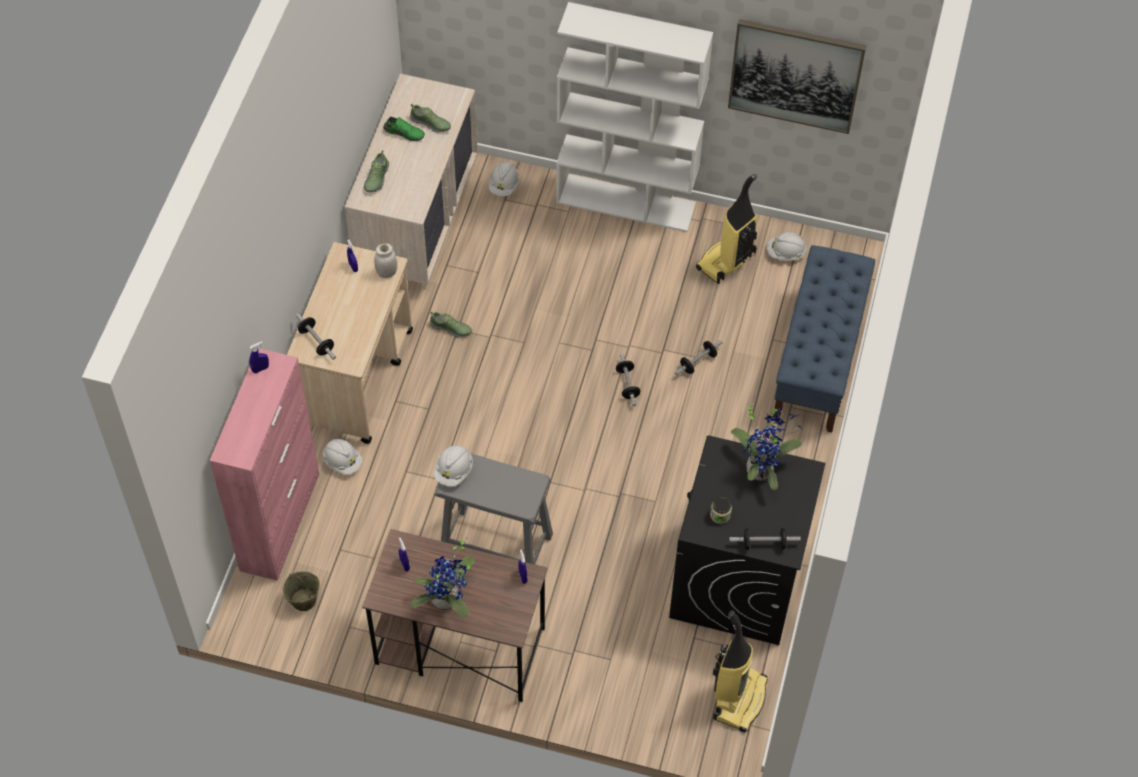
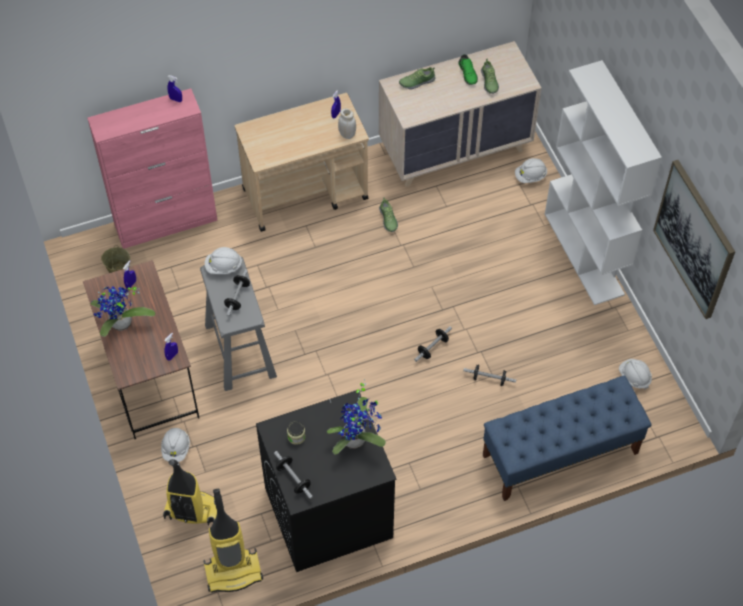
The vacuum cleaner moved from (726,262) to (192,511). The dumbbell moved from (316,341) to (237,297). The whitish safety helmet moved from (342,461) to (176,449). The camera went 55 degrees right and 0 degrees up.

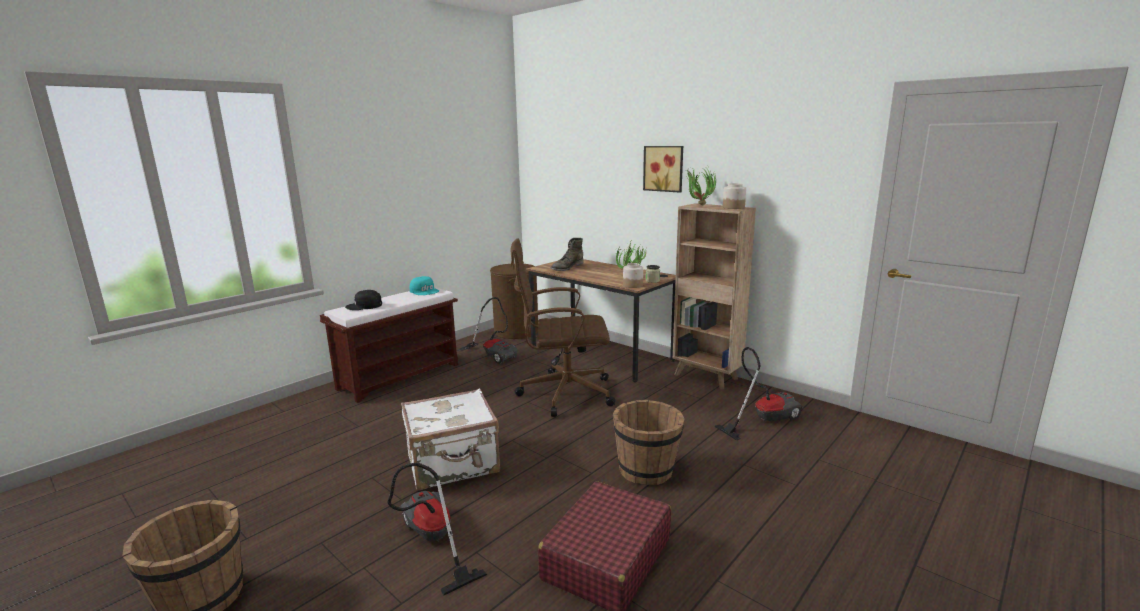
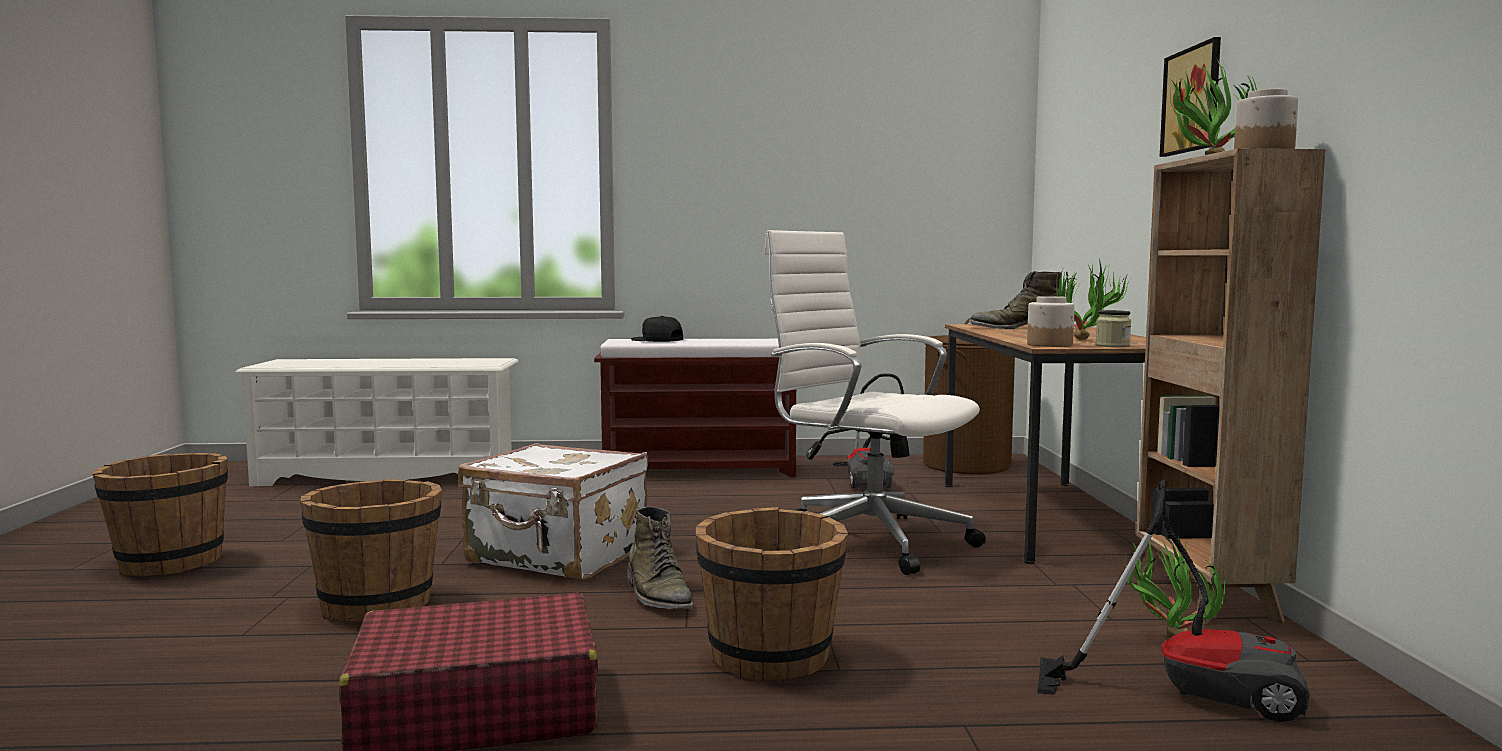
The brown-coloured desk chair at (563,393) became the whitish desk chair at (867,540). The turquoise-coloured baseball cap at (424,291) disappeared. The vacuum cleaner at (431,541) was replaced by the brown-coloured bucket at (377,605). The whitish shoe shelf at (389,475) appeared. The green-coloured high-top boot at (658,595) appeared. The houseplant at (1166,638) appeared. The camera went 45 degrees right and 10 degrees down.

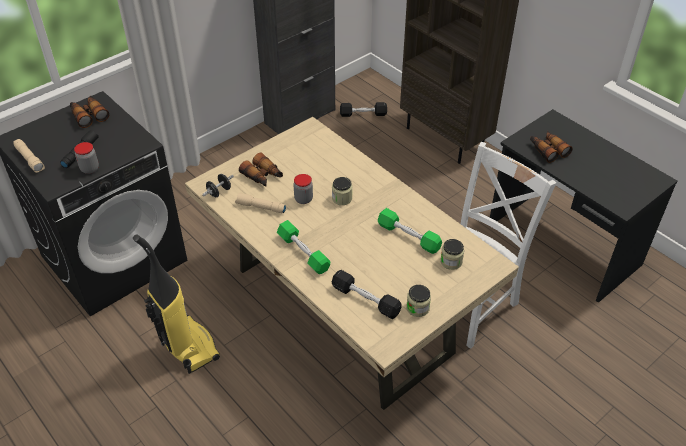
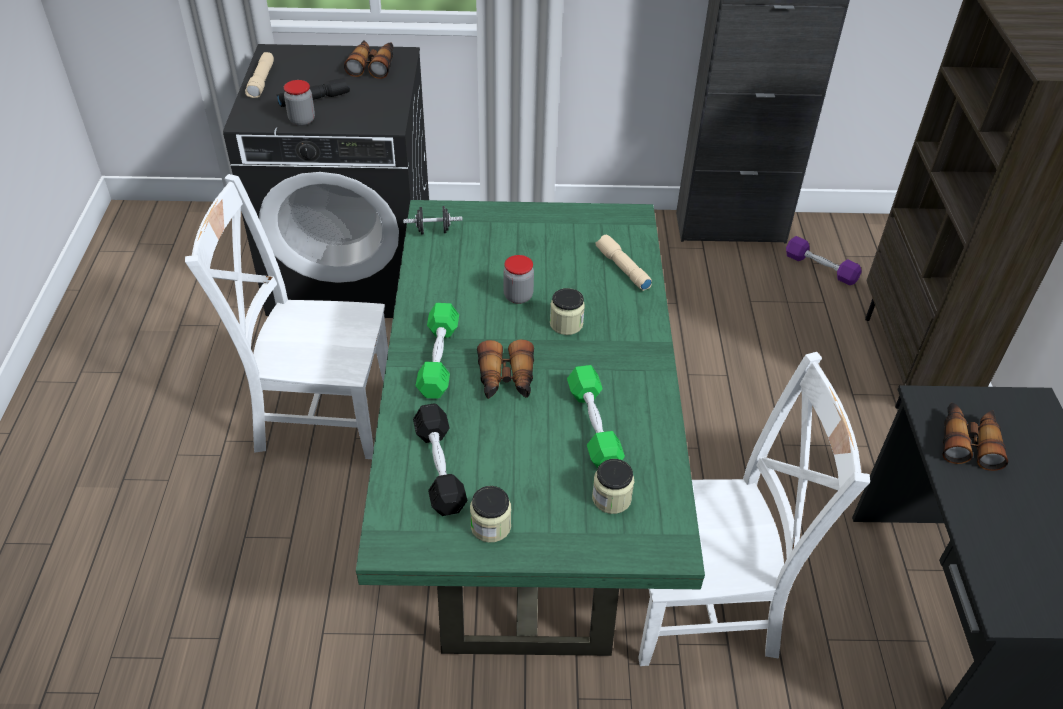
The black-coloured dumbbell at (363,114) became the purple dumbbell at (820,268). The beige kitchen table at (344,311) became the green-coloured kitchen table at (528,496). The pair of binoculars moved from (263,176) to (506,380). The beige hand torch moved from (260,207) to (622,268). The vacuum cleaner at (187,346) was replaced by the whitish upright chair at (318,413). The camera went 40 degrees right and 0 degrees up.

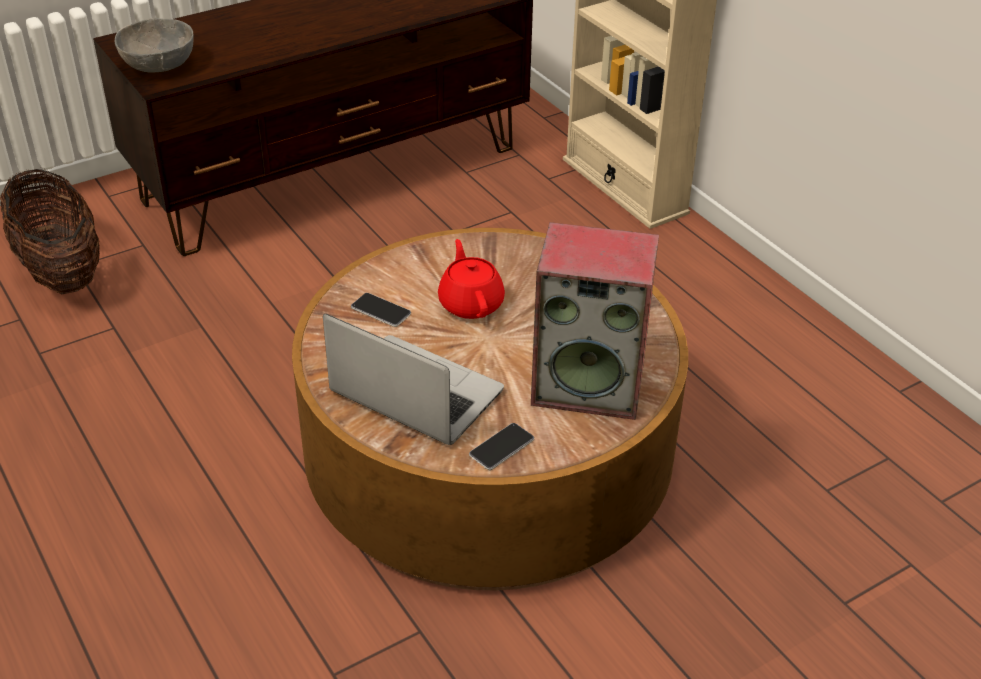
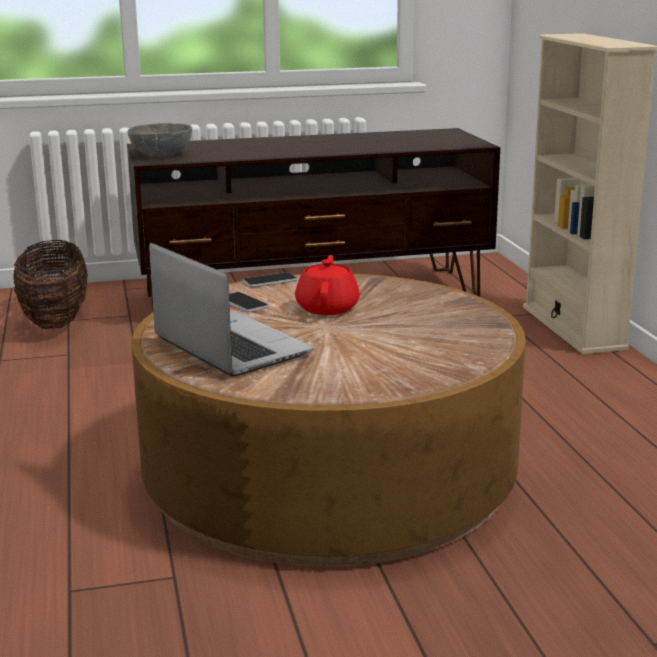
The audio speaker at (589,385) disappeared. The telephone moved from (501,447) to (269,281). The camera went 20 degrees right and 20 degrees down.

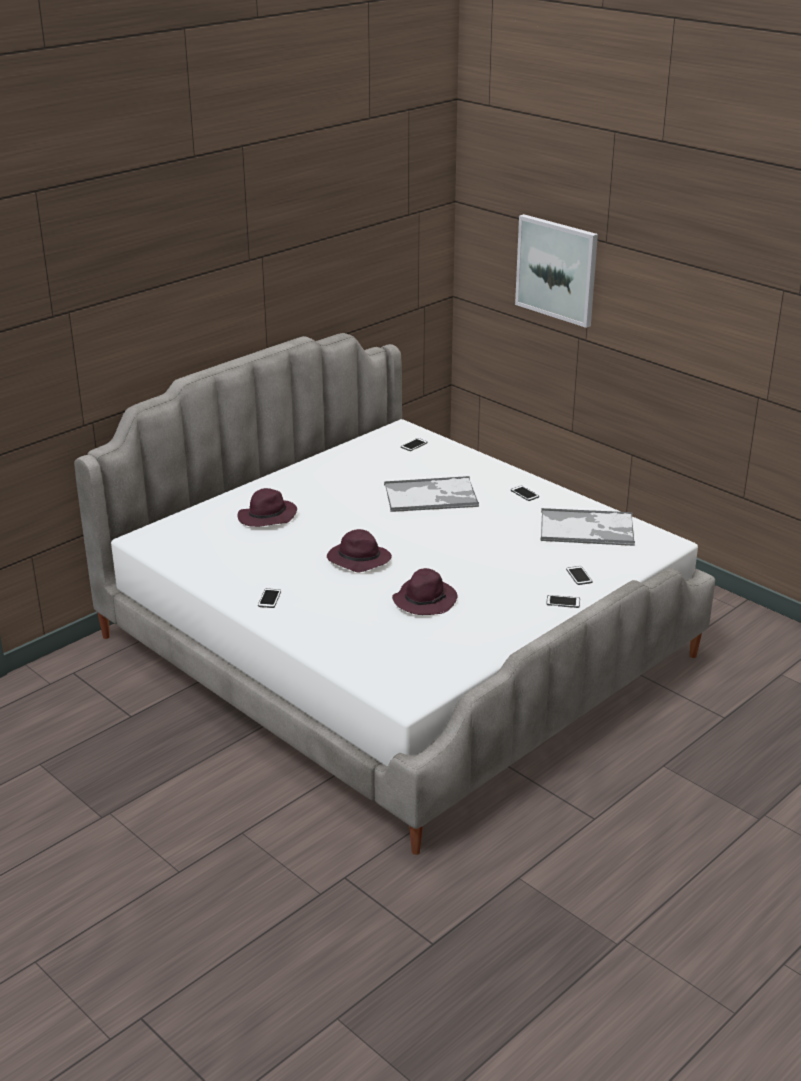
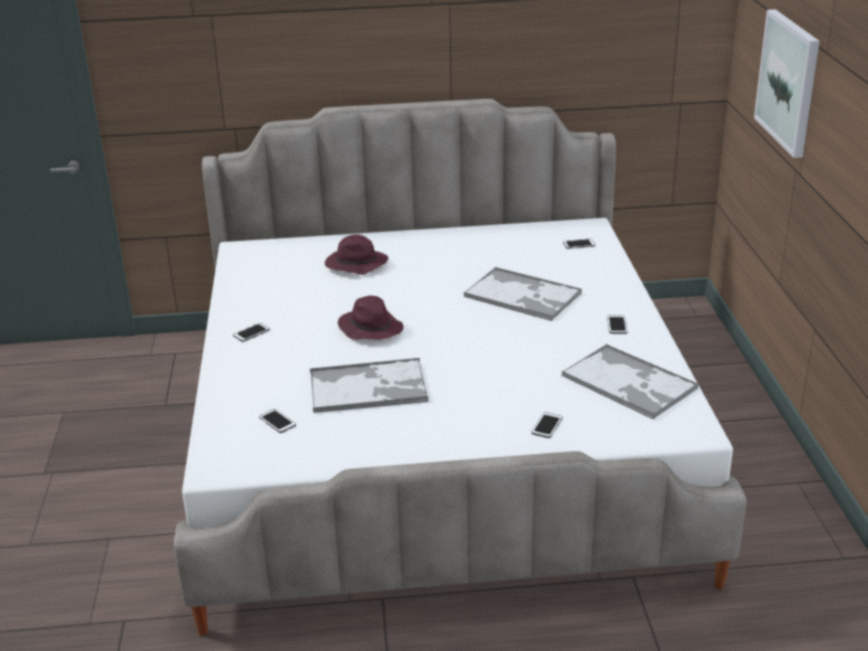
The purple hat at (425,600) was replaced by the carrying tray at (369,387). The telephone moved from (563,602) to (277,421). The camera went 40 degrees right and 0 degrees up.

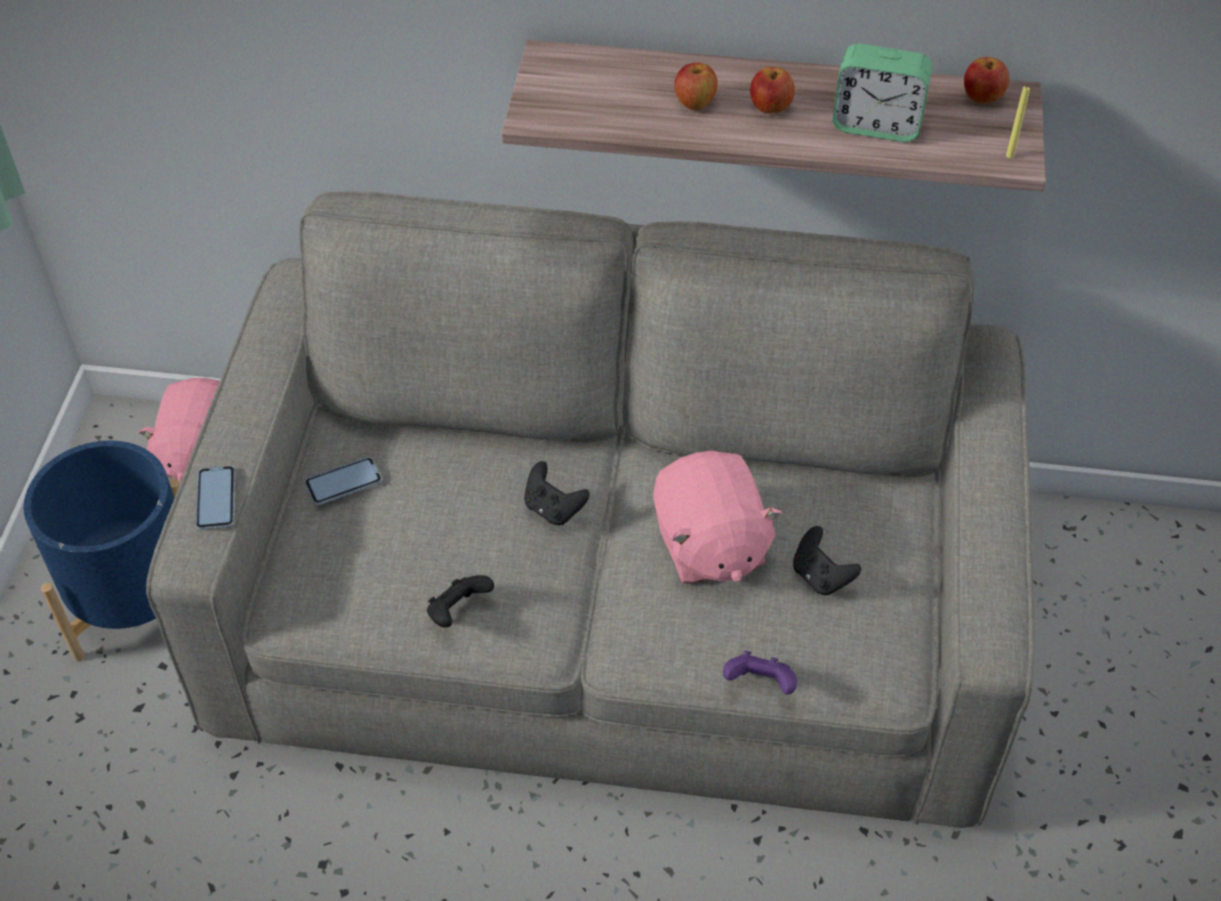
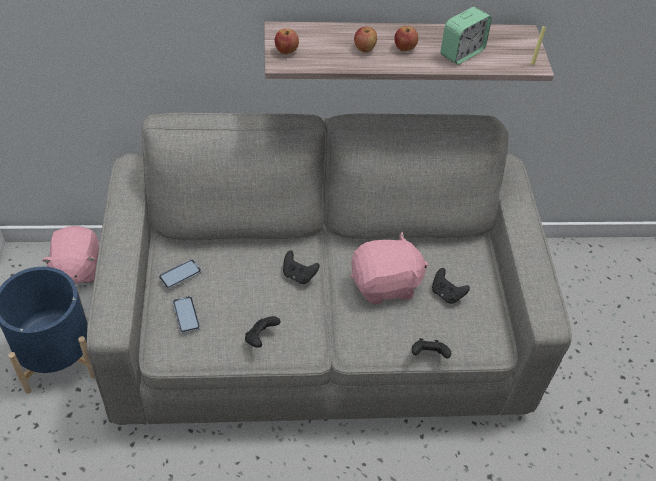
The table clock at (876,125) turned 45 degrees counterclockwise. The whole apple moved from (982,98) to (286,51). The pink plush toy at (709,545) turned 75 degrees counterclockwise. The telephone moved from (216,499) to (186,315). The purple game controller at (760,684) became the black-coloured game controller at (428,355). The camera went 15 degrees left and 0 degrees up.

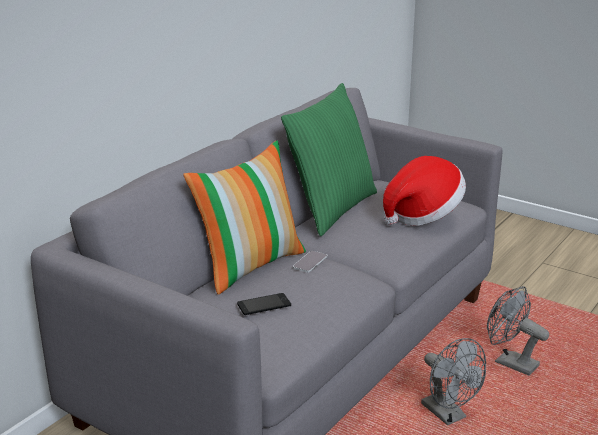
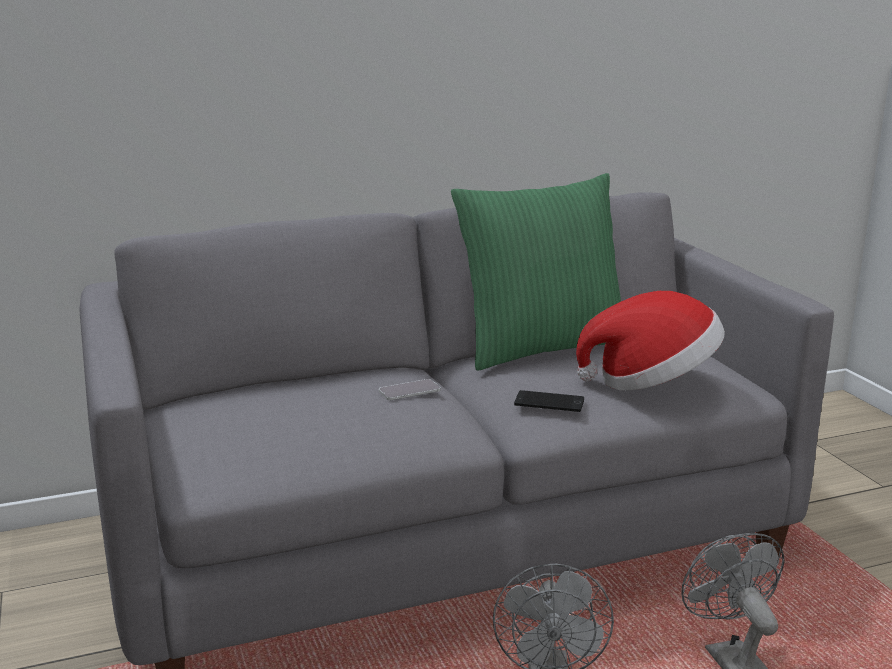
The cushion at (250,265) disappeared. The telephone moved from (264,305) to (549,402). The camera went 35 degrees right and 5 degrees down.

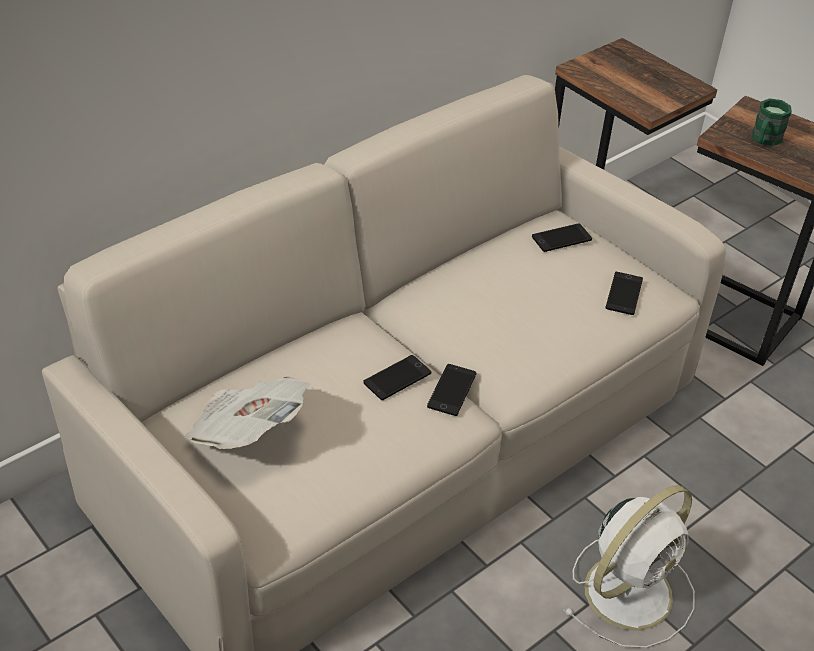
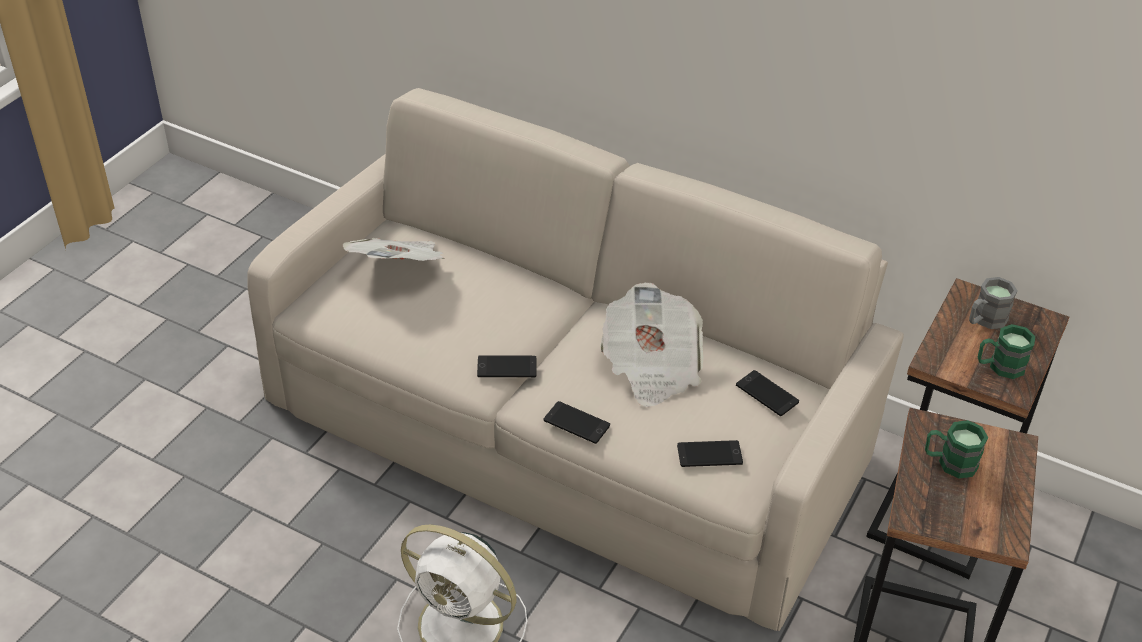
The telephone moved from (397,378) to (576,423). The gray mug at (984,320) appeared. The daily paper at (651,367) appeared. The green-coloured mug at (999,366) appeared. The camera went 70 degrees right and 0 degrees up.

